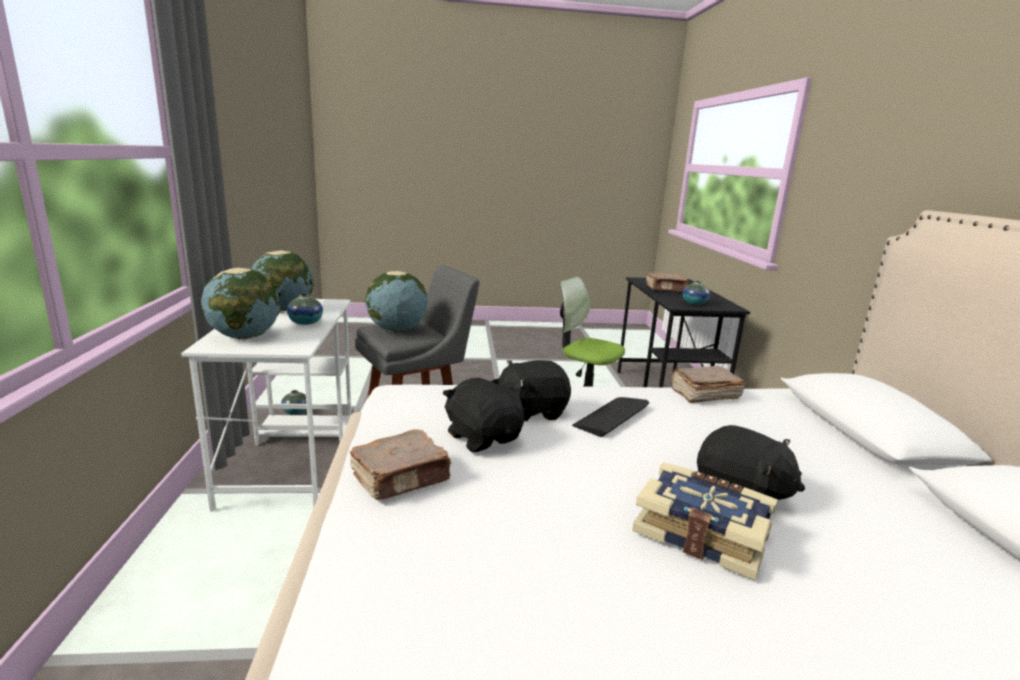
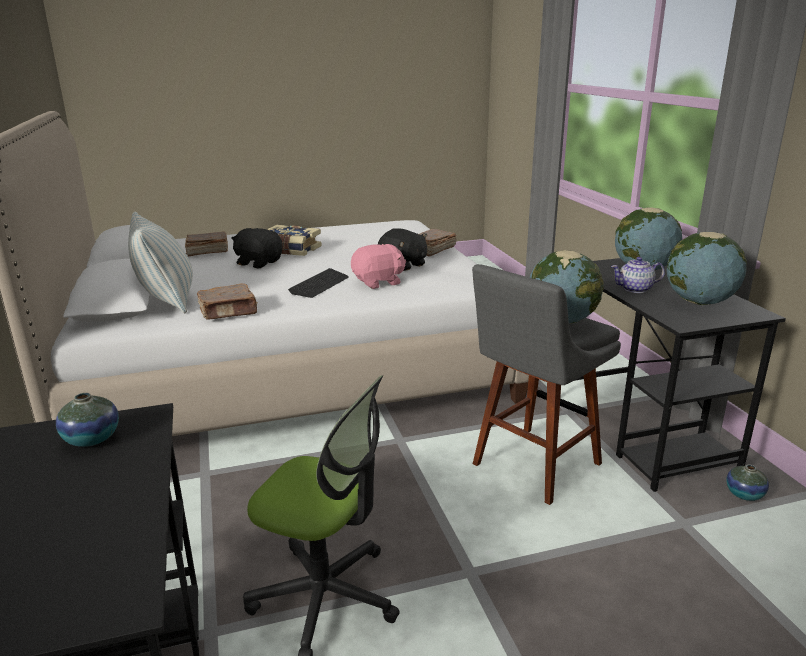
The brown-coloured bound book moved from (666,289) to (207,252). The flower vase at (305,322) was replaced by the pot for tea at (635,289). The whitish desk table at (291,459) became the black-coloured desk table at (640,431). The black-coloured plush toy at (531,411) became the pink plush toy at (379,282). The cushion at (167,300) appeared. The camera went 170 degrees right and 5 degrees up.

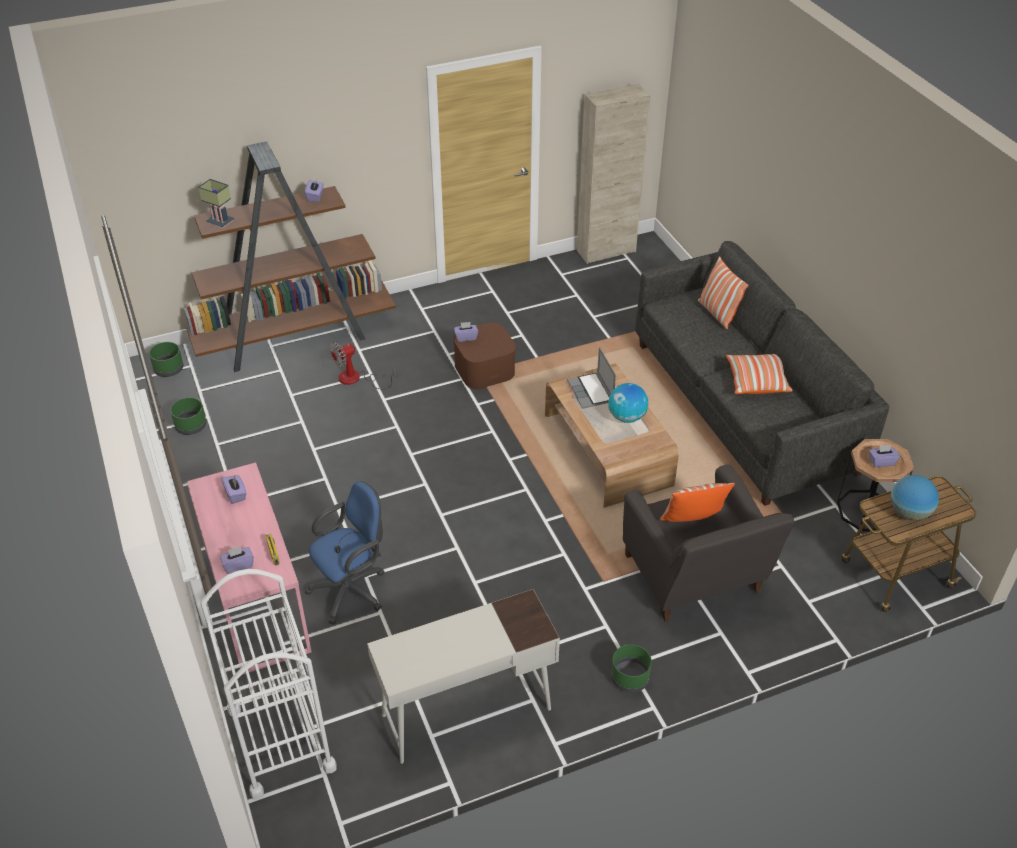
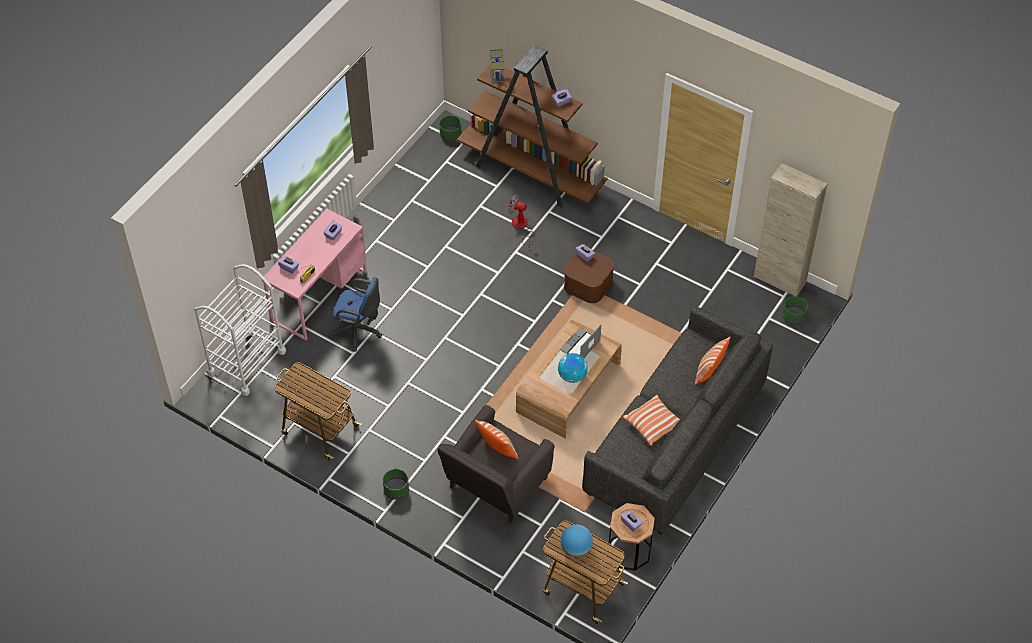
The green-coloured planter moved from (191,426) to (793,317). The whitish desk table at (466,712) was replaced by the wheeled cart at (319,429). The camera went 55 degrees right and 10 degrees up.

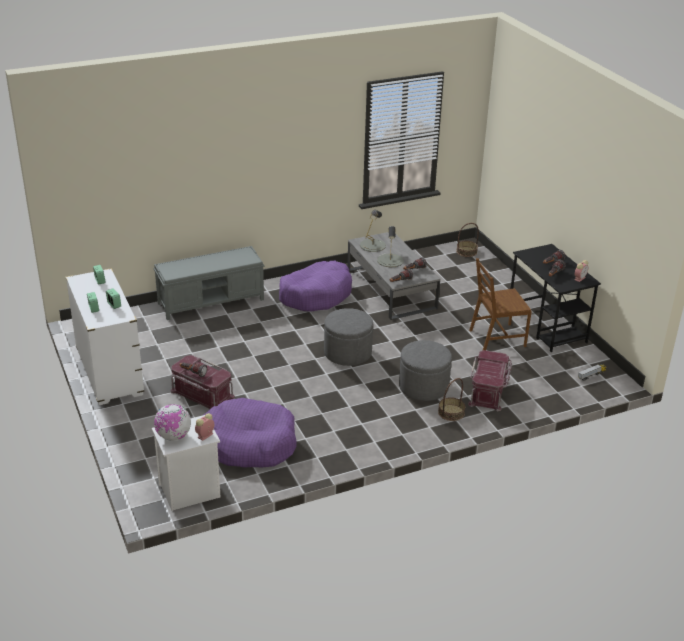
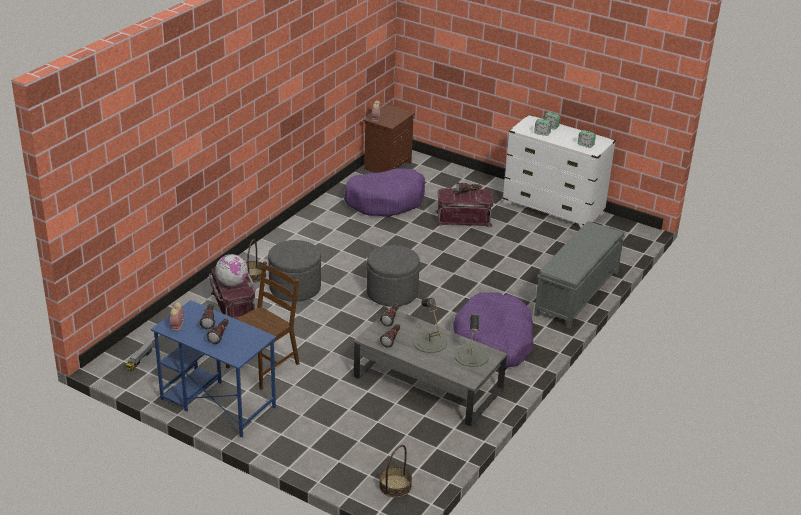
The black-coloured desk table at (547,327) became the blue-coloured desk table at (217,403). The globe moved from (173,436) to (232,283). The whitish nightstand at (189,491) became the brown-coloured nightstand at (387,165). The camera went 145 degrees right and 0 degrees up.

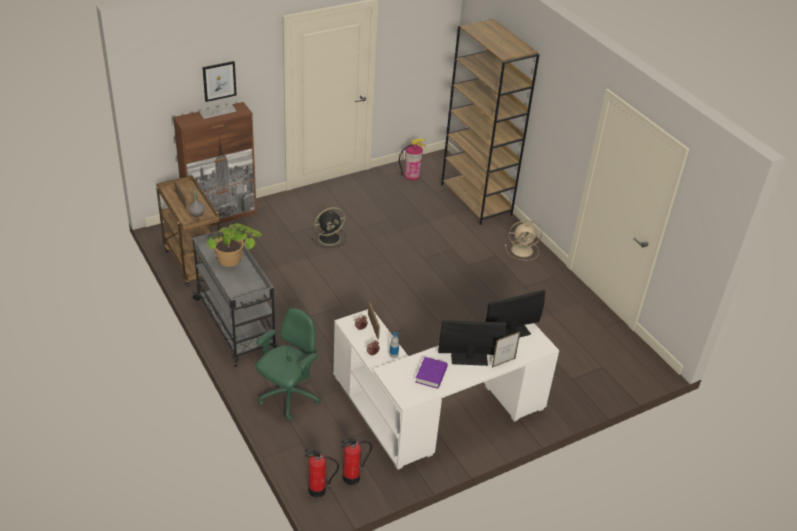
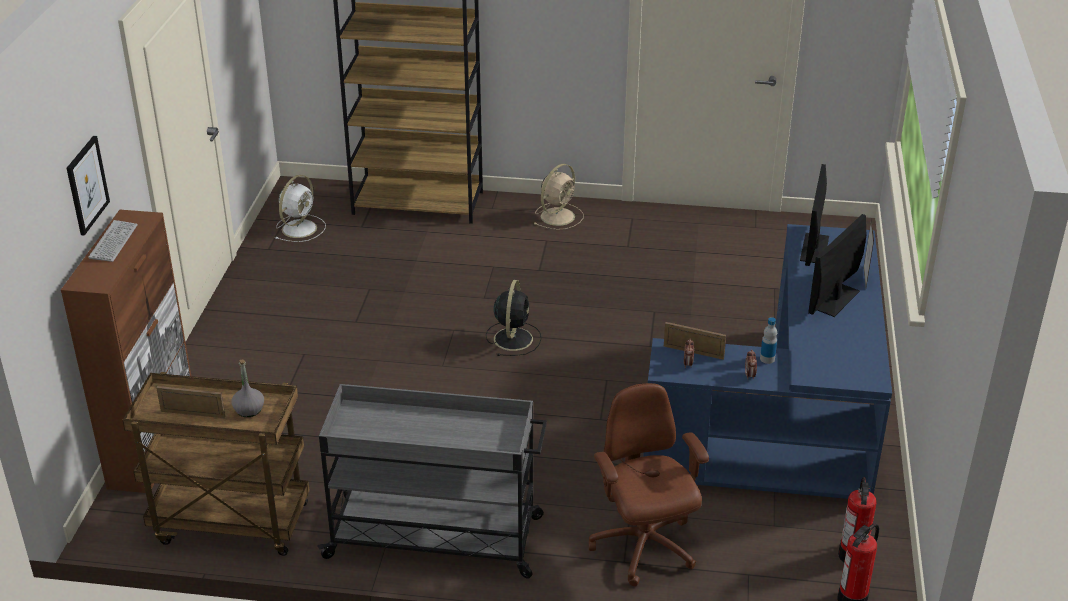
The fire-fighting cylinder at (411,175) was replaced by the whitish electric fan at (300,228). The black-coloured electric fan moved from (330,238) to (513,338). The houseplant at (235,266) disappeared. The green-coloured desk chair at (288,397) became the brown-coloured desk chair at (644,548). The whitish desk table at (434,413) became the blue-coloured desk table at (790,426). The purple bound book at (431,375) disappeared. The camera went 50 degrees left and 5 degrees down.

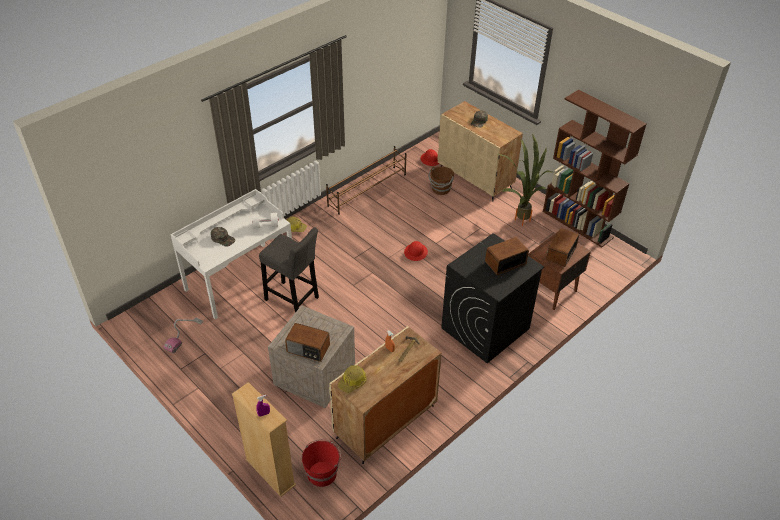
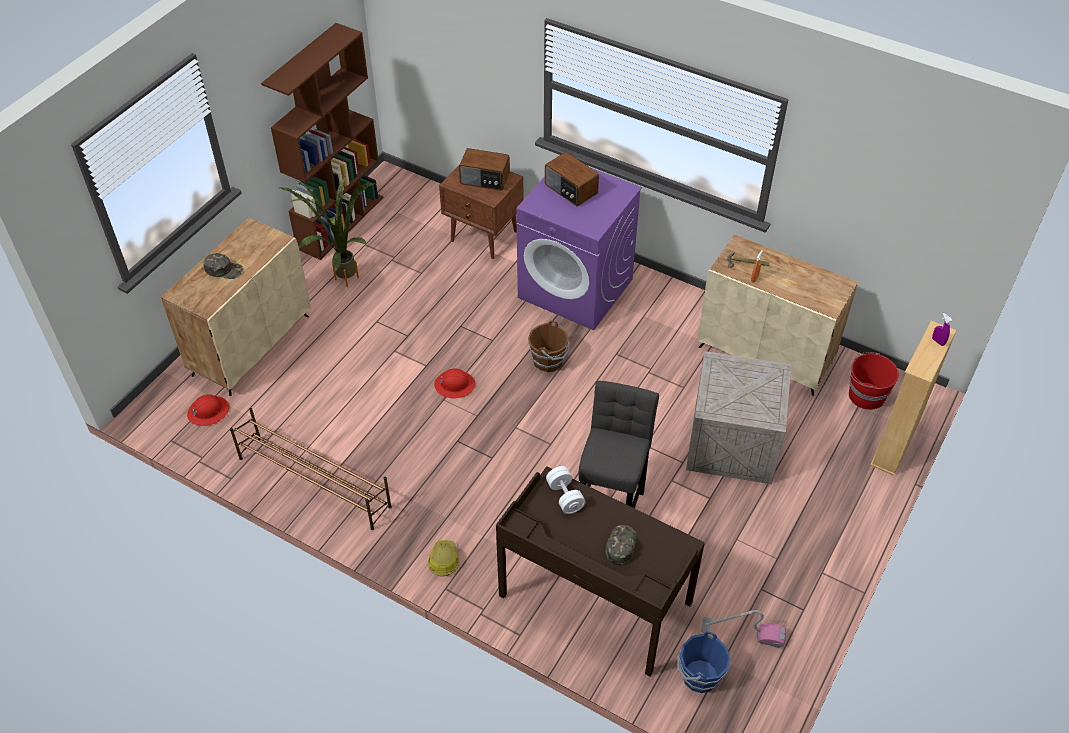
The brown-coloured bucket moved from (440,189) to (549,360). The whitish desk table at (239,279) became the brown-coloured desk table at (594,600). The black-coloured washing machine at (485,329) became the purple washing machine at (576,288). The radio set at (308,349) disappeared. The safety helmet at (353,382) disappeared. The blue-coloured bucket at (699,675) appeared. The camera went 105 degrees left and 5 degrees up.

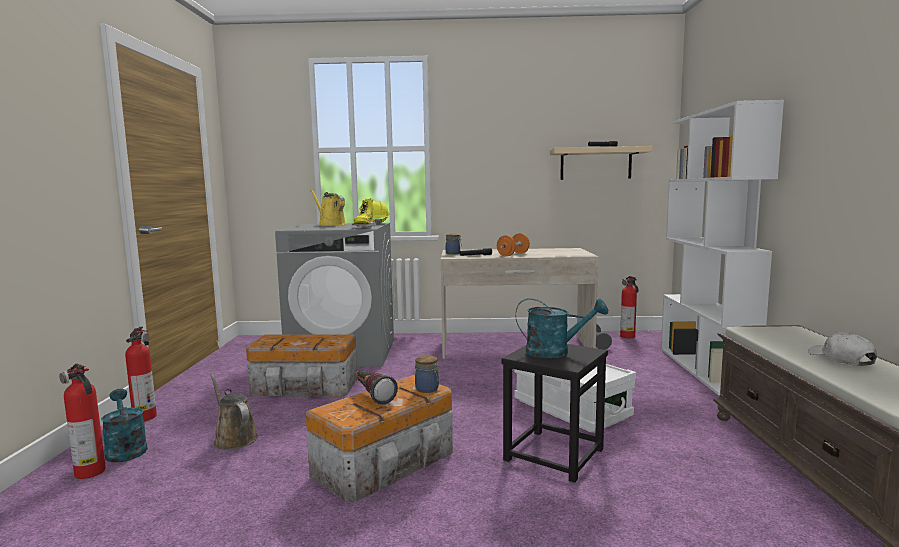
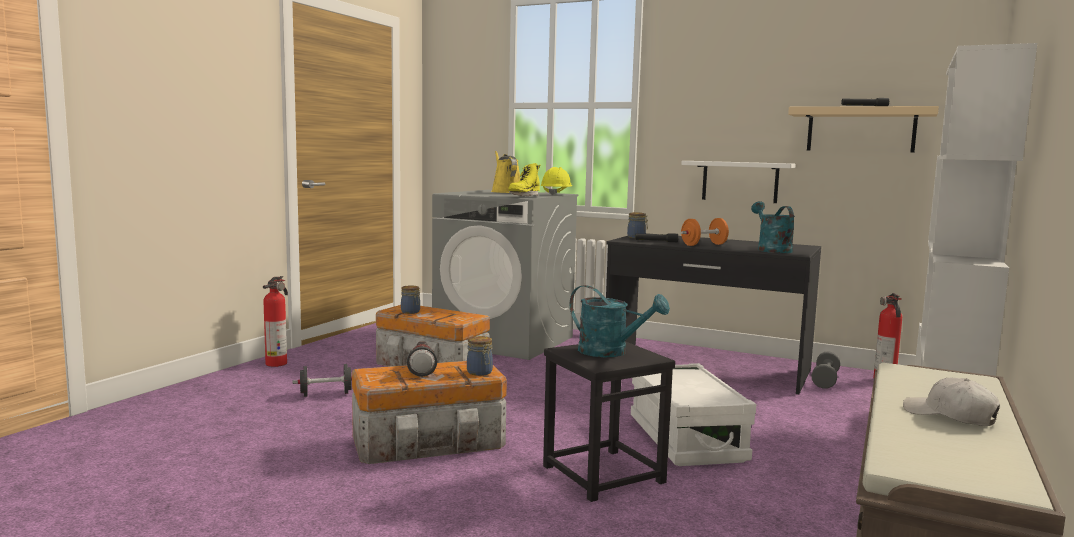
The beige desk table at (515,347) became the black-coloured desk table at (706,367). The whitish baseball cap at (841,359) turned 60 degrees counterclockwise. The fire-fighting cylinder at (91,472) disappeared. The brown-coloured sprinkling can at (234,438) was replaced by the black-coloured dumbbell at (326,394). The turquoise-coloured sprinkling can moved from (125,449) to (771,249). The whitish shelf at (740,181) appeared. The storage jar at (411,312) appeared. The camera went 25 degrees right and 0 degrees up.

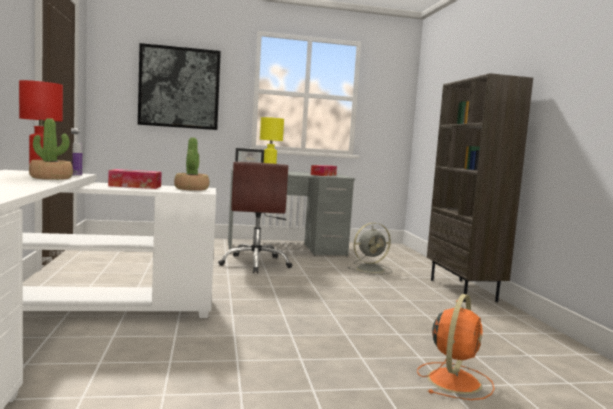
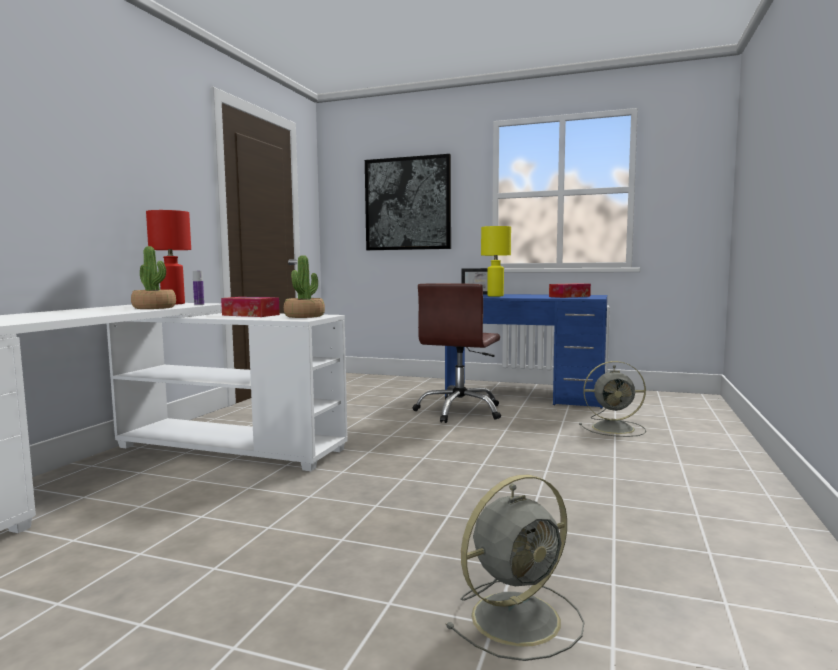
The brown-coloured bookshelf at (463,290) disappeared. The gray desk table at (286,249) became the blue-coloured desk table at (525,395). The orange electric fan at (454,380) became the gray electric fan at (518,617). The camera went 30 degrees right and 0 degrees up.

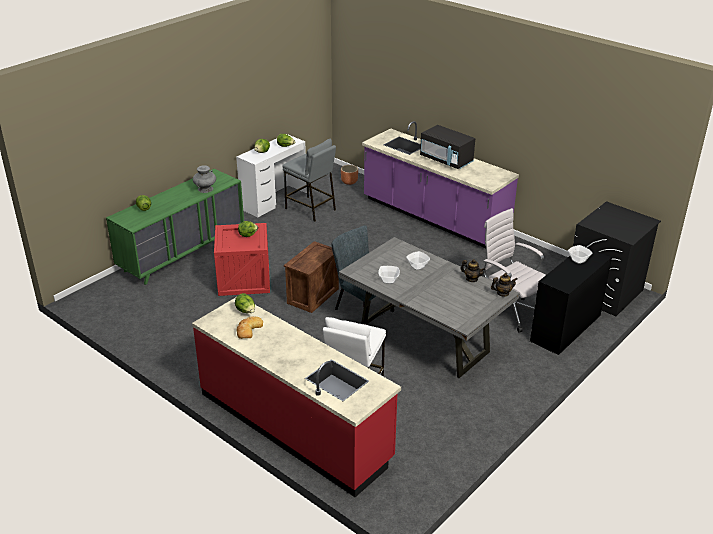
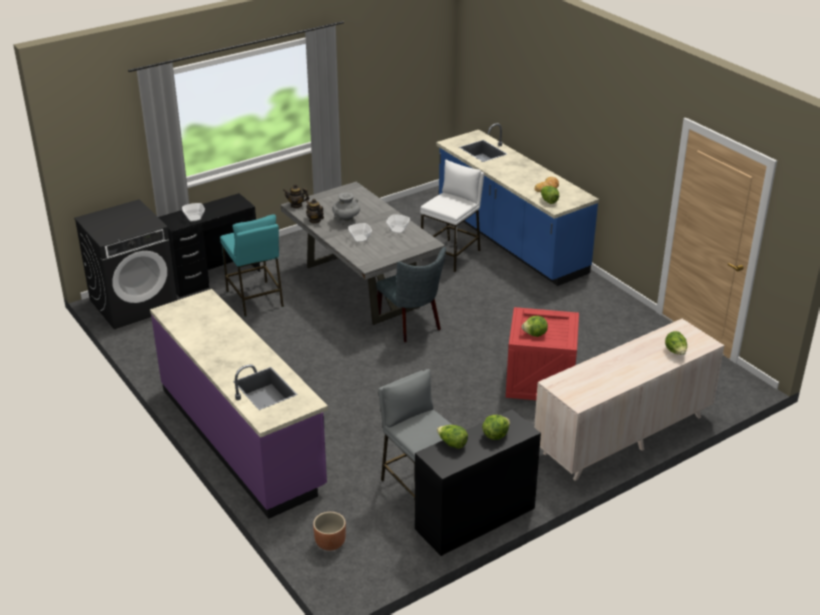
The black-coloured microwave at (446,160) disappeared. The whitish desk table at (274,200) became the black-coloured desk table at (475,519). The gray flower vase moved from (205,189) to (346,221). The green-coloured dresser at (183,253) became the beige dresser at (623,435). The whitish desk chair at (509,312) was replaced by the turquoise-coloured stool seat at (255,299). The crate at (312,295) disappeared. The reddish kitchen counter at (295,426) became the blue-coloured kitchen counter at (510,241). The camera went 165 degrees left and 0 degrees up.

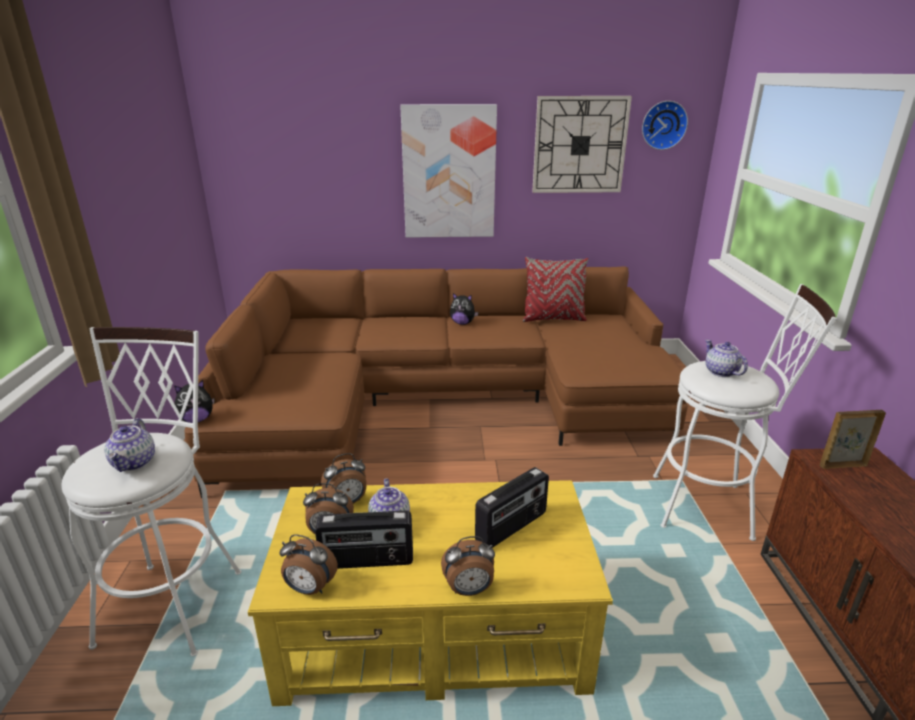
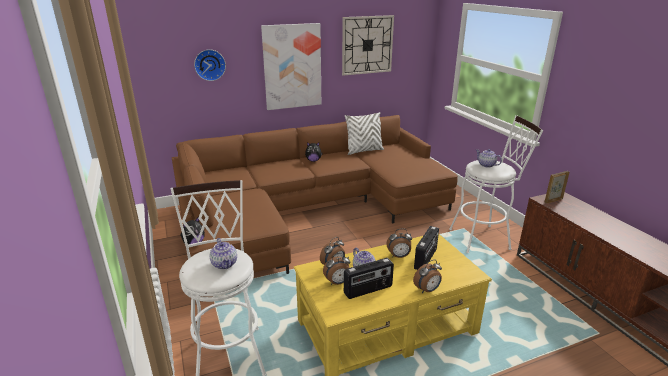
The hanging clock moved from (663,125) to (209,65). The reddish cushion at (553,319) became the whitish cushion at (364,151). The table clock moved from (309,588) to (399,256). The camera went 20 degrees left and 0 degrees up.

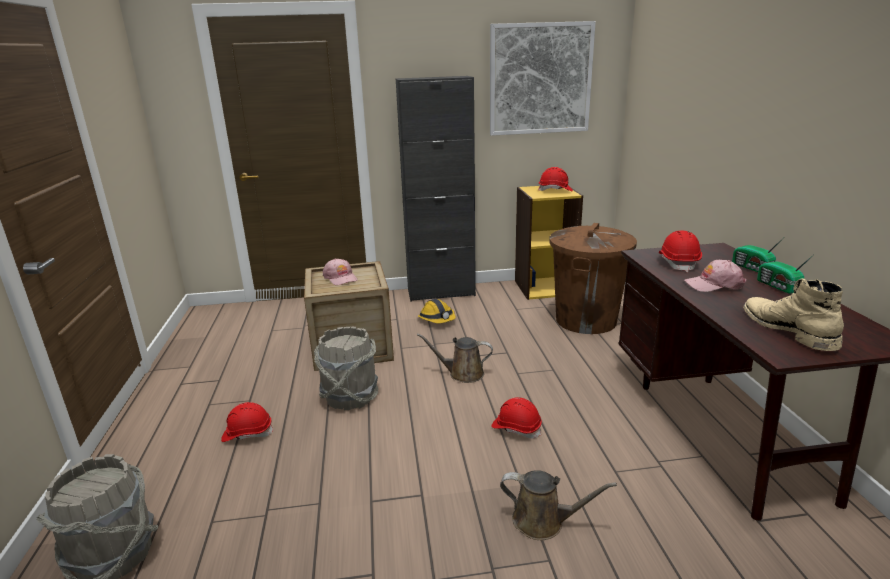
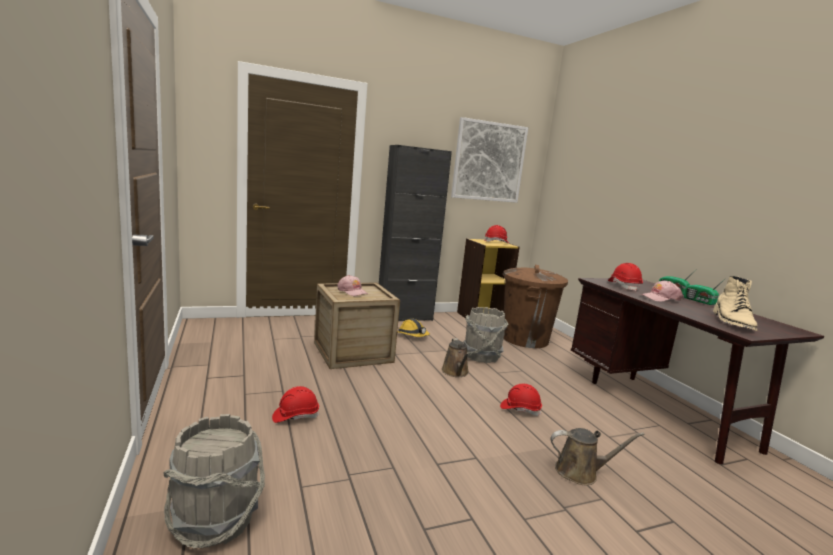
The beige high-top boot at (788,329) turned 135 degrees counterclockwise. The gray bucket moved from (350,397) to (481,356). The brown-coloured sprinkling can at (462,374) turned 90 degrees counterclockwise. The camera went 15 degrees left and 10 degrees down.

